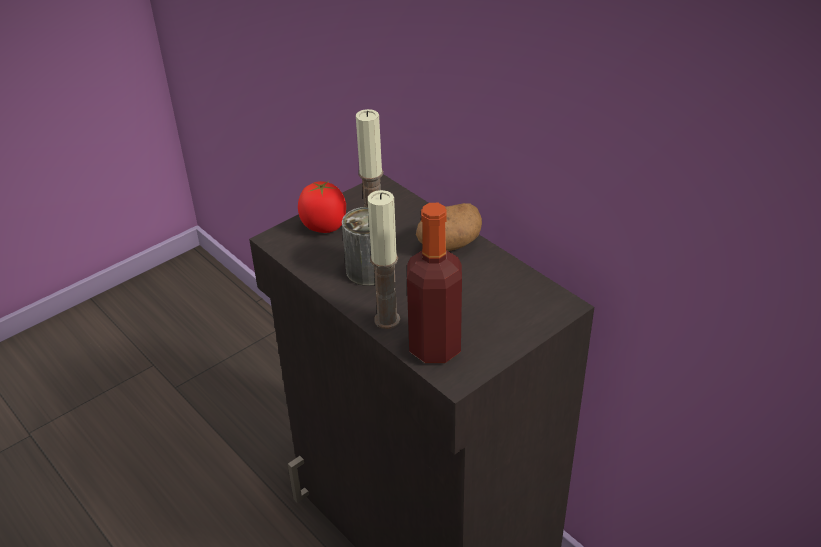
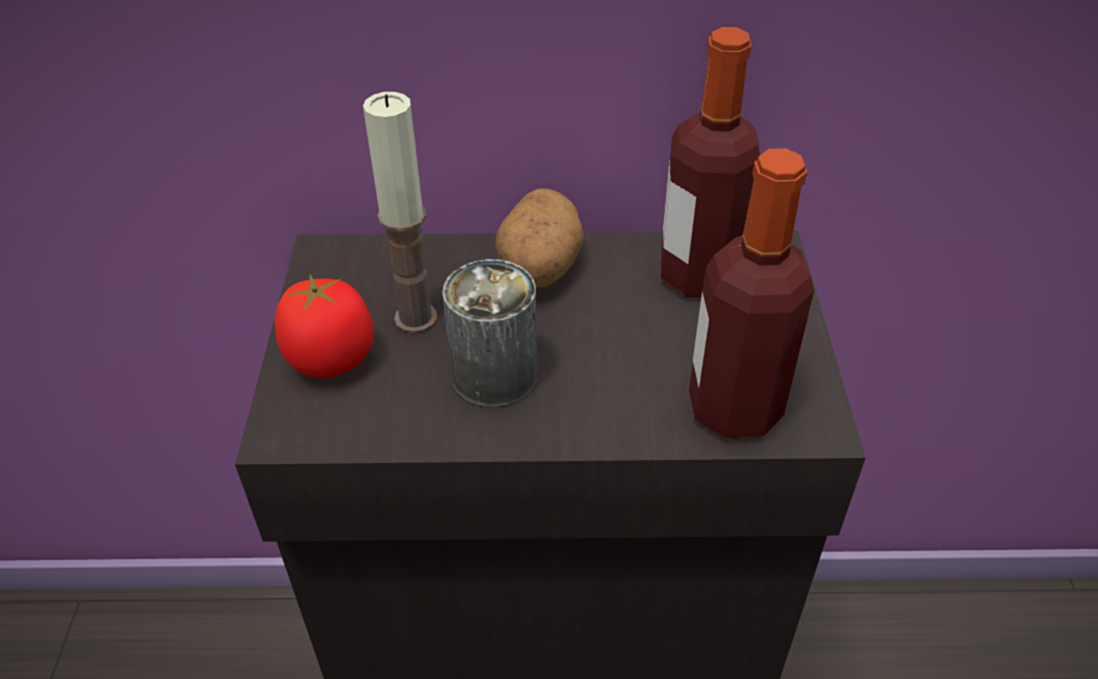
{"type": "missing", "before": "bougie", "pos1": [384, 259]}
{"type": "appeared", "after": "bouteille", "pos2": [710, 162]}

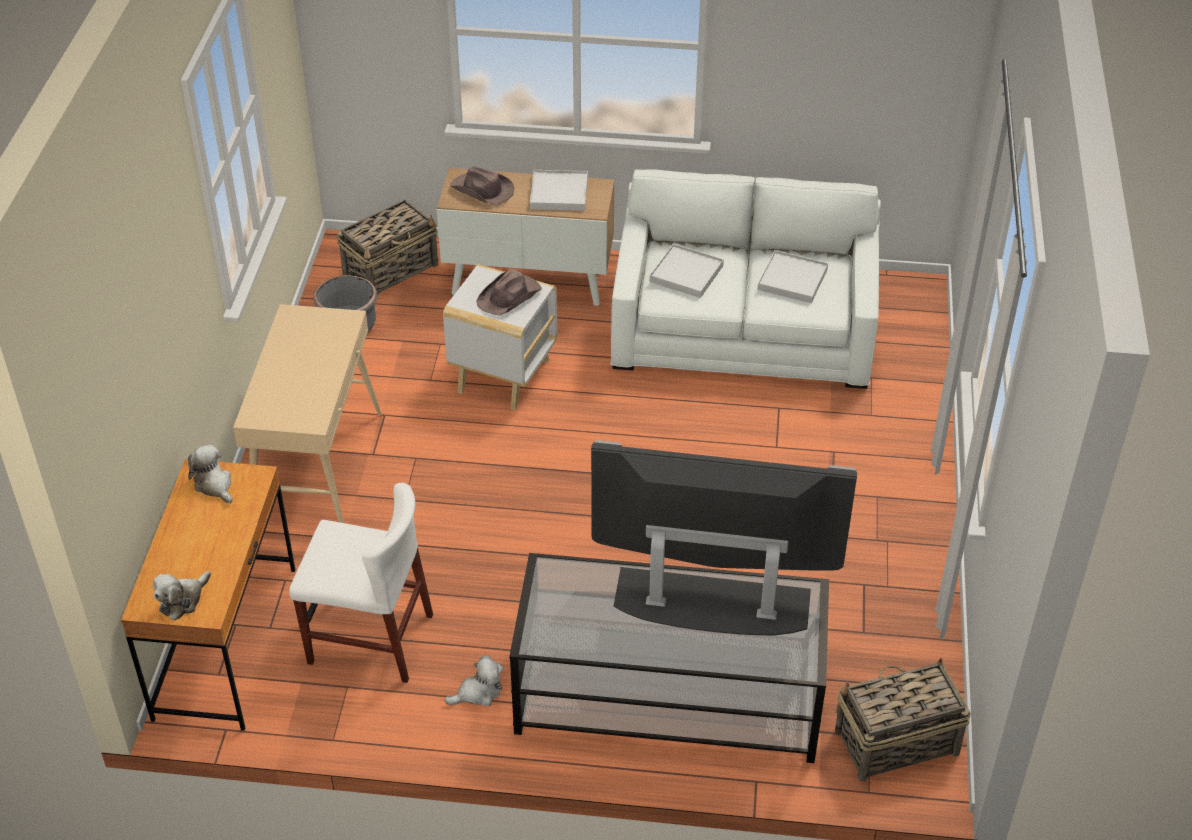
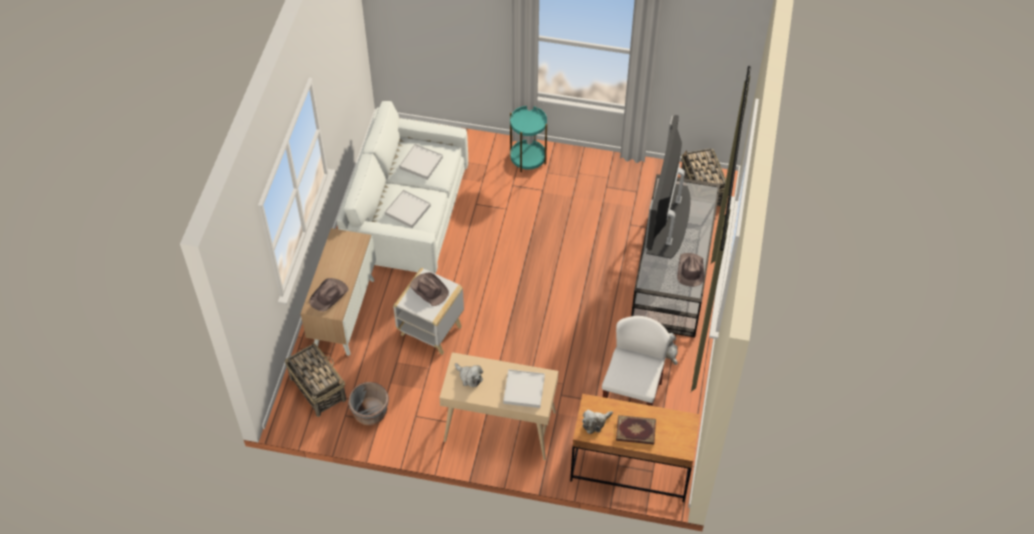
{"type": "appeared", "after": "table d'appoint [turquoise]", "pos2": [528, 139]}
{"type": "appeared", "after": "livre", "pos2": [636, 429]}
{"type": "appeared", "after": "chapeau [marron]", "pos2": [690, 270]}
{"type": "relocated", "before": "peluche", "pos1": [182, 595], "pos2": [469, 375]}
{"type": "relocated", "before": "plateau [blanc]", "pos1": [559, 190], "pos2": [524, 388]}

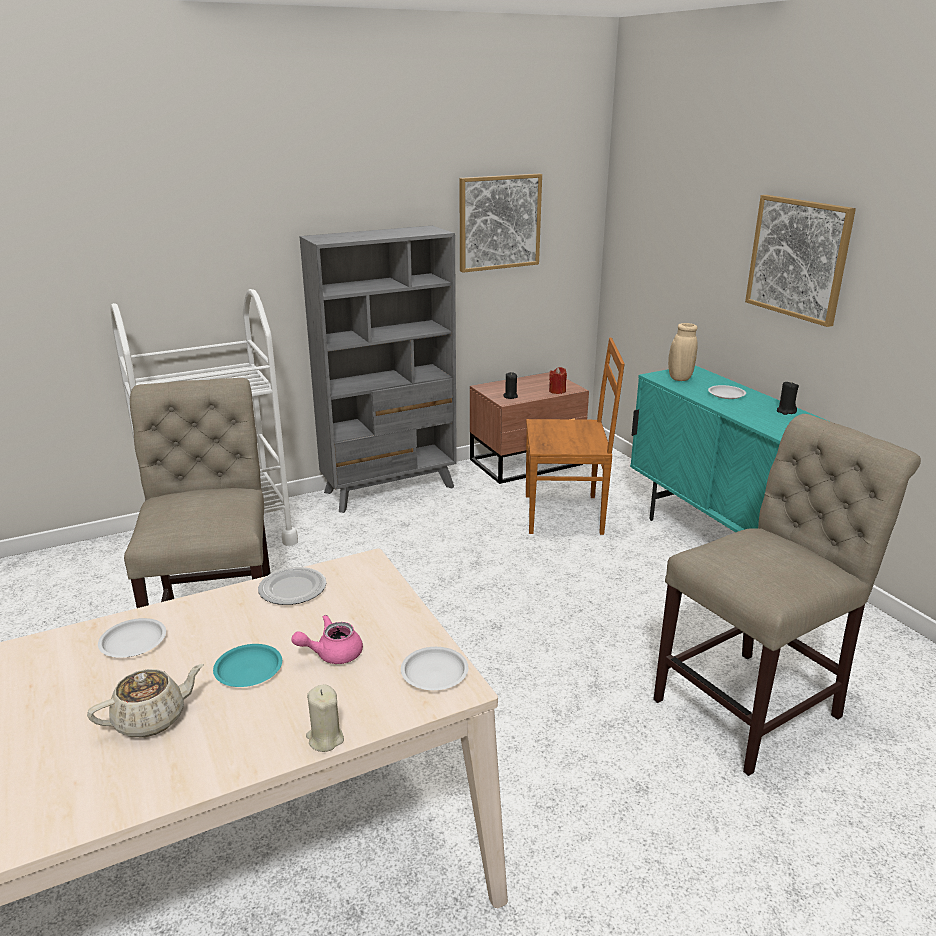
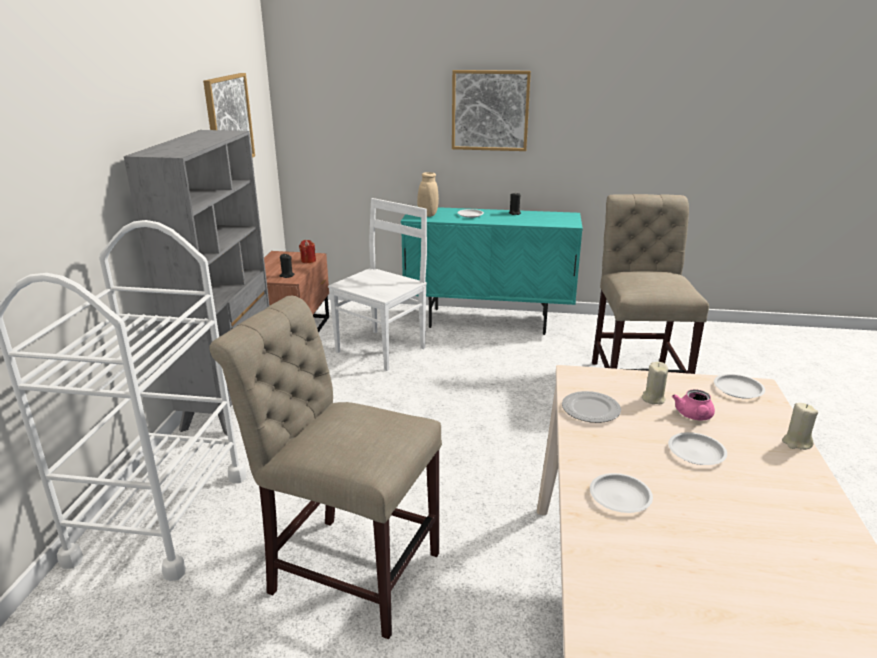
{"type": "missing", "before": "théière [beige]", "pos1": [145, 700]}
{"type": "appeared", "after": "bougie [beige]", "pos2": [655, 383]}
{"type": "colour", "before": "assiette [turquoise]", "after": "assiette [blanc]", "pos1": [247, 665], "pos2": [697, 448]}
{"type": "colour", "before": "chaise [marron]", "after": "chaise [blanc]", "pos1": [575, 436], "pos2": [377, 284]}

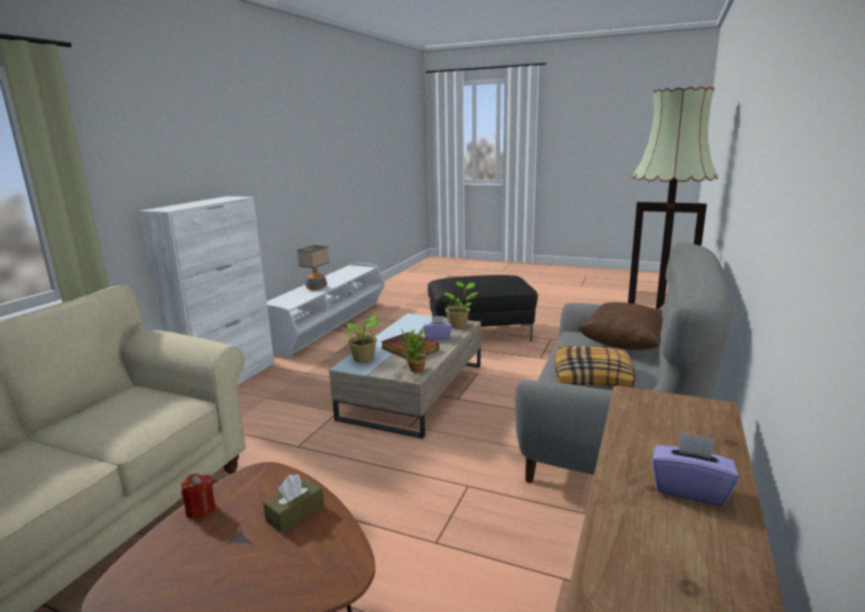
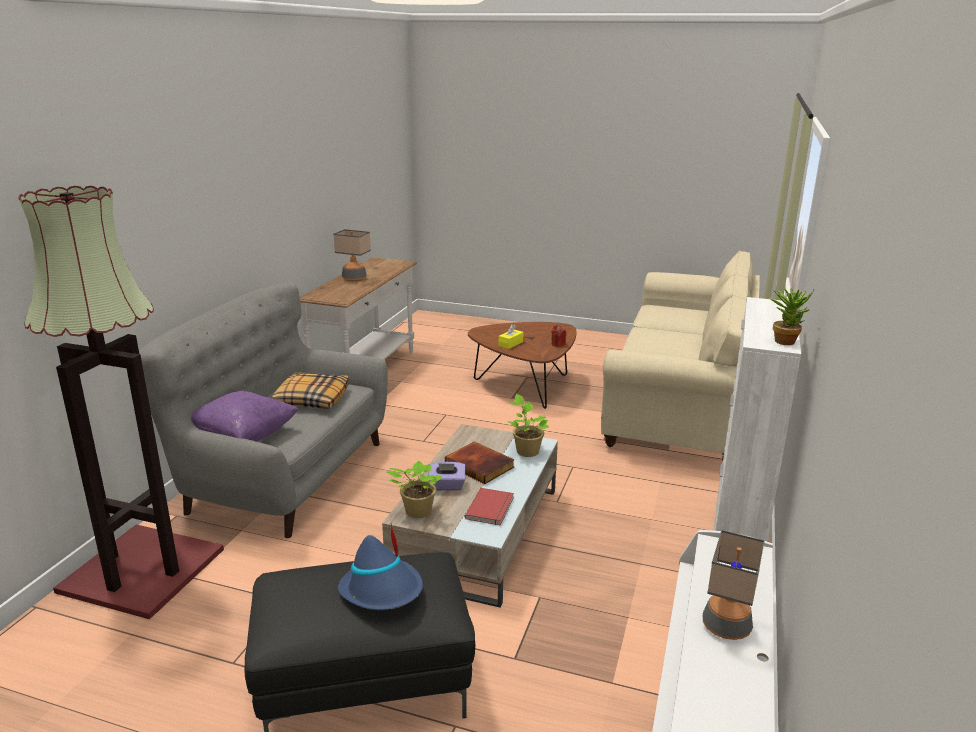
{"type": "appeared", "after": "chapeau [bleu]", "pos2": [380, 566]}
{"type": "appeared", "after": "livre [rouge]", "pos2": [489, 506]}
{"type": "relocated", "before": "plante en pot", "pos1": [413, 349], "pos2": [792, 316]}
{"type": "exchanged", "before": "boîte à mouchoirs [violet]", "after": "lampe de table", "pos1": [695, 469], "pos2": [352, 255]}
{"type": "colour", "before": "boîte à mouchoirs [marron]", "after": "boîte à mouchoirs [jaune]", "pos1": [293, 503], "pos2": [511, 336]}
{"type": "colour", "before": "coussin [marron]", "after": "coussin [violet]", "pos1": [620, 326], "pos2": [245, 416]}

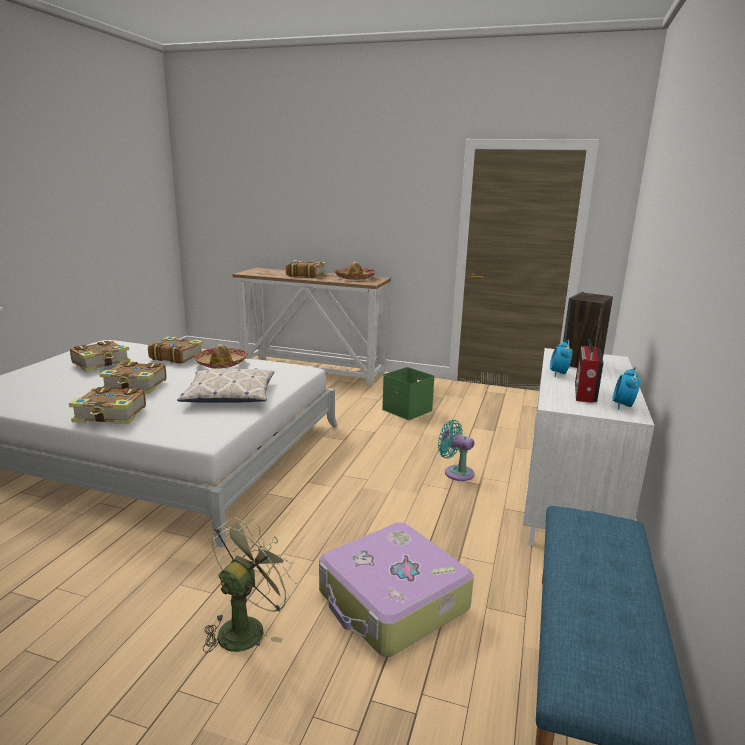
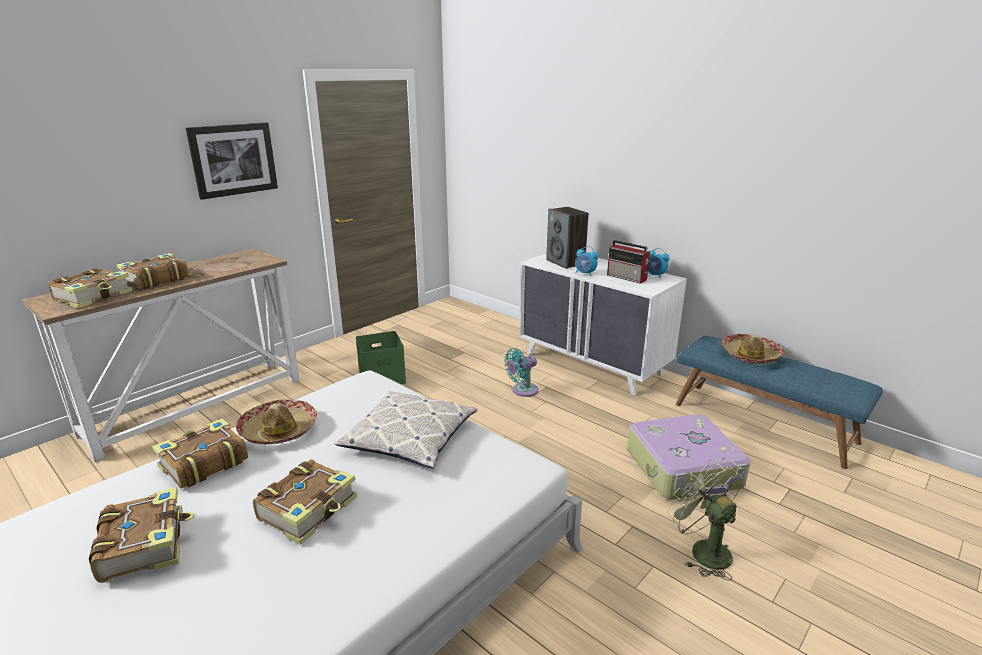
{"type": "appeared", "after": "tableau", "pos2": [232, 161]}
{"type": "relocated", "before": "livre", "pos1": [107, 405], "pos2": [90, 288]}
{"type": "relocated", "before": "chapeau", "pos1": [355, 271], "pos2": [753, 349]}

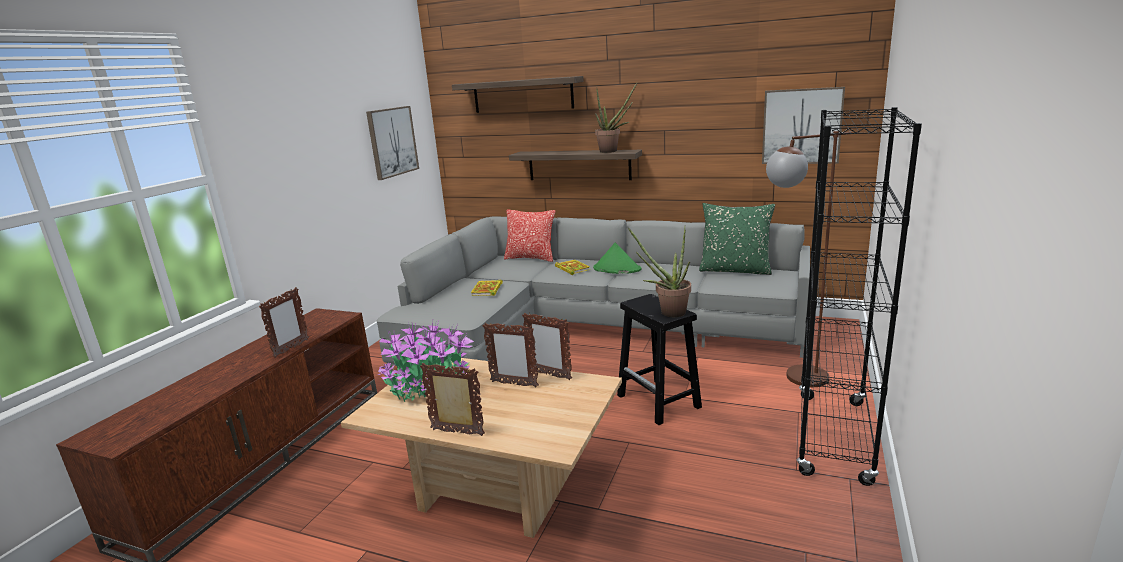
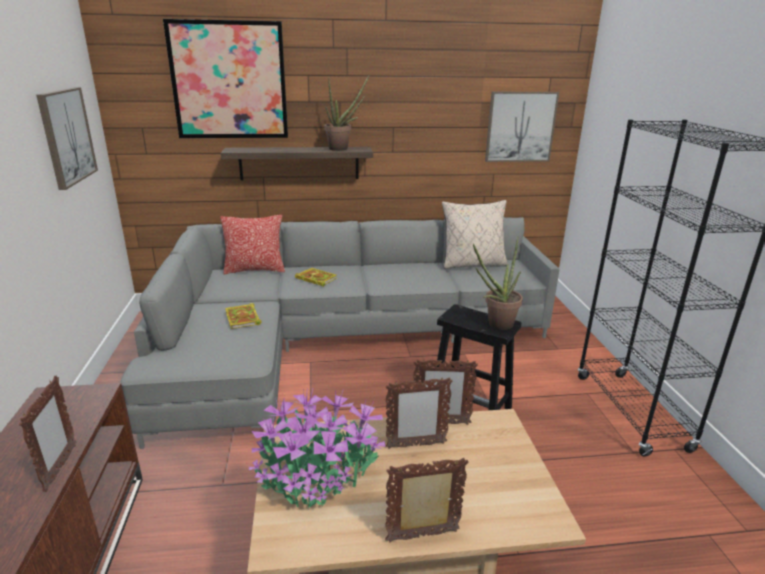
{"type": "missing", "before": "chapeau [vert]", "pos1": [617, 258]}
{"type": "missing", "before": "lampadaire [marron]", "pos1": [809, 259]}
{"type": "exchanged", "before": "étagère", "after": "tableau", "pos1": [518, 94], "pos2": [225, 78]}
{"type": "colour", "before": "coussin [vert]", "after": "coussin [beige]", "pos1": [737, 239], "pos2": [475, 234]}

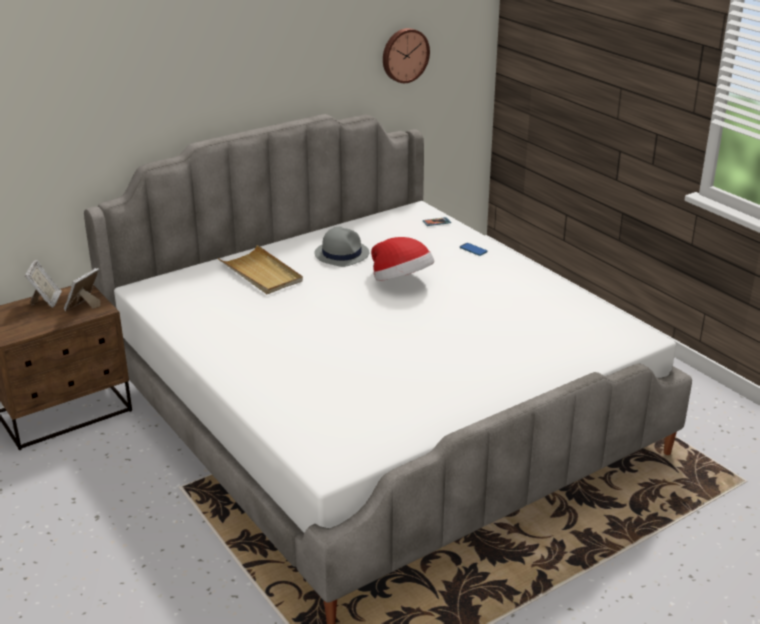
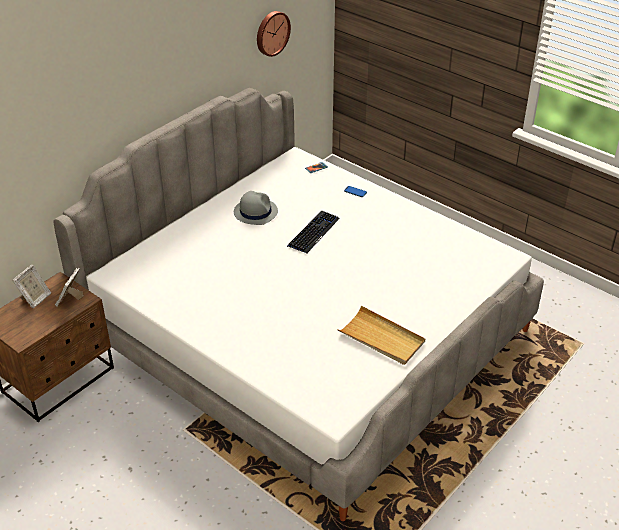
{"type": "relocated", "before": "plateau [beige]", "pos1": [260, 269], "pos2": [381, 335]}
{"type": "exchanged", "before": "chapeau", "after": "clavier", "pos1": [402, 259], "pos2": [313, 232]}
{"type": "spun", "before": "cadre photo", "pos1": [43, 284], "pos2": [31, 286], "turn": 45}

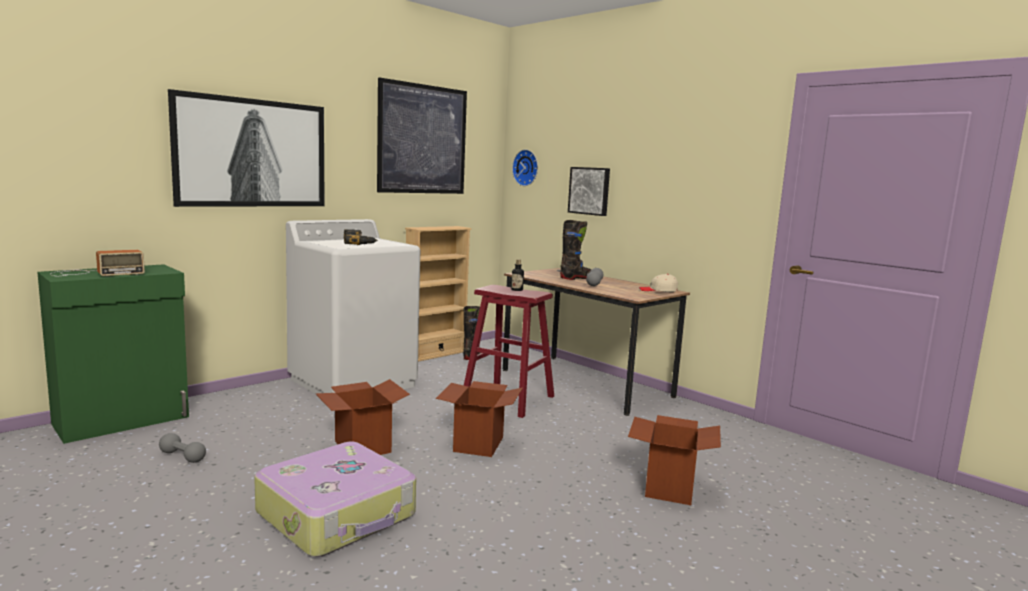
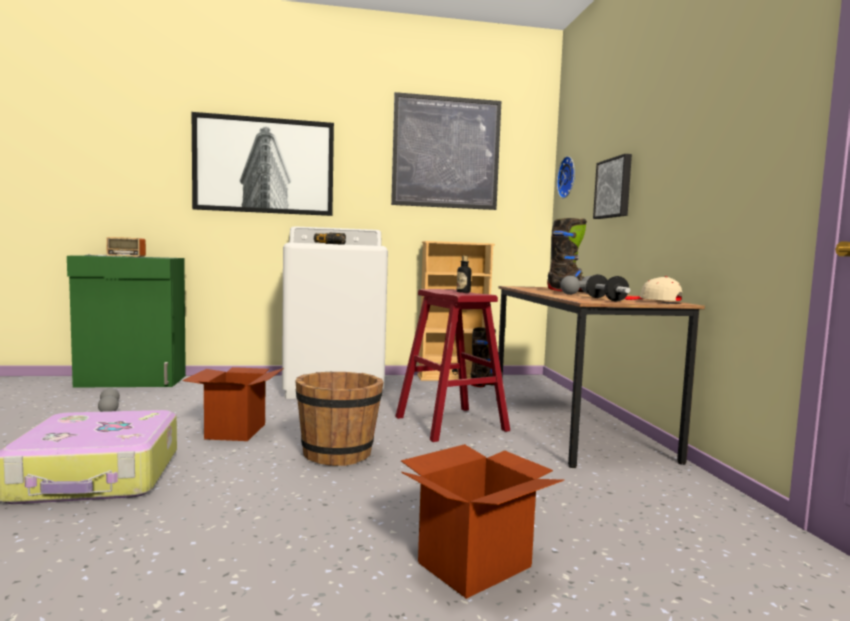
{"type": "appeared", "after": "haltère", "pos2": [608, 288]}
{"type": "exchanged", "before": "carton", "after": "seau [marron]", "pos1": [479, 419], "pos2": [339, 419]}

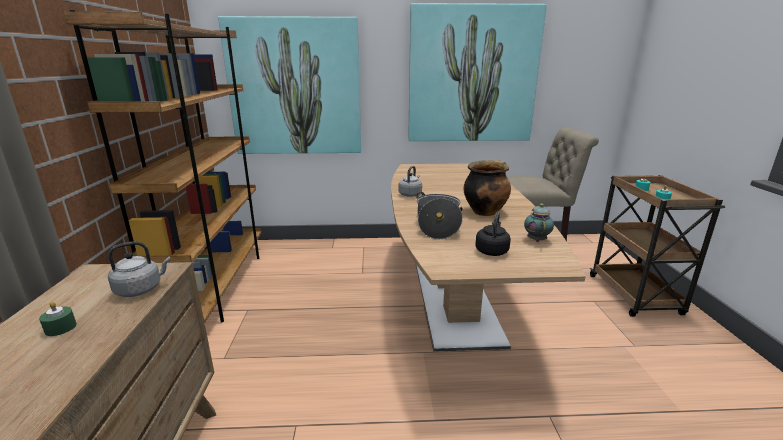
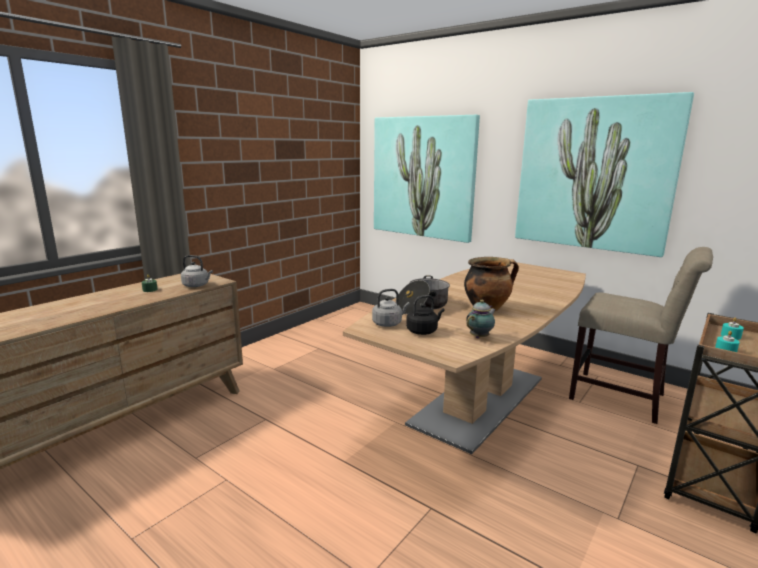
{"type": "missing", "before": "bibliothèque [marron]", "pos1": [162, 166]}
{"type": "relocated", "before": "bouilloire [gris]", "pos1": [410, 181], "pos2": [391, 308]}

